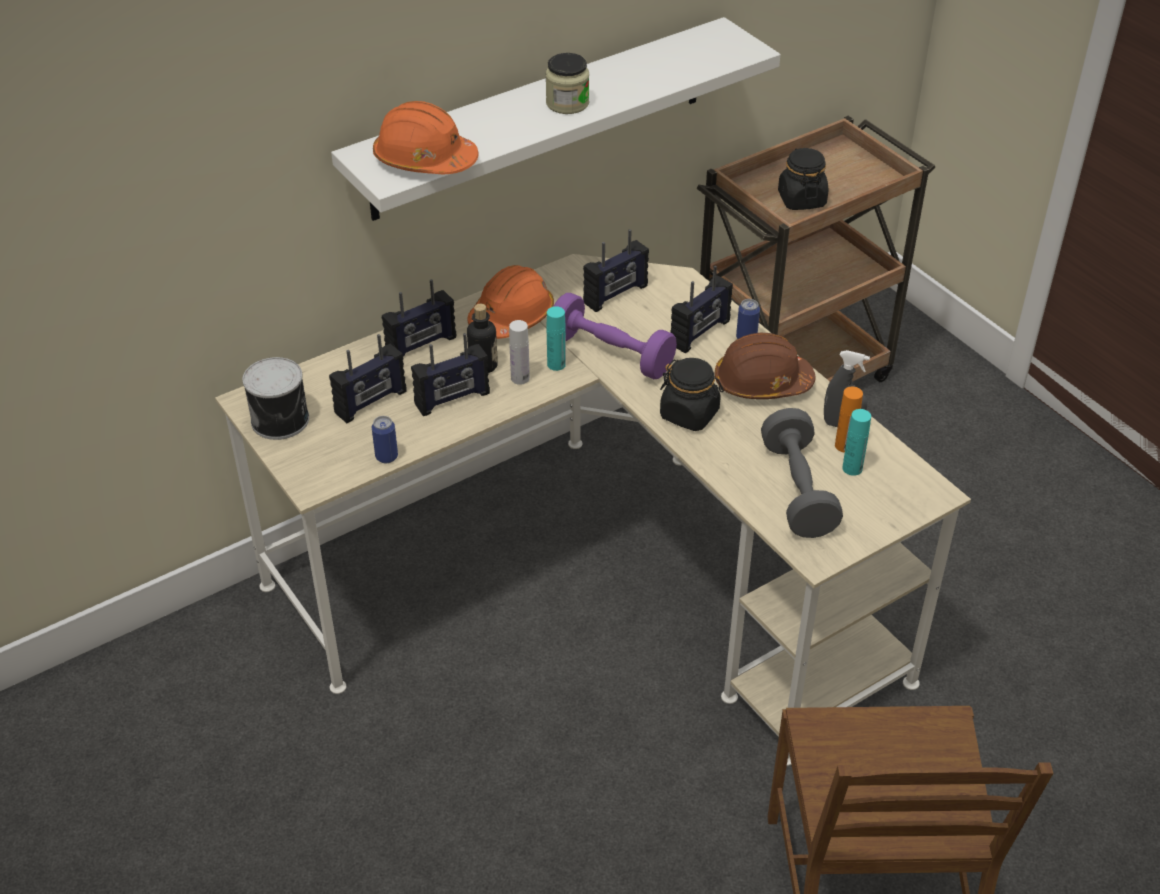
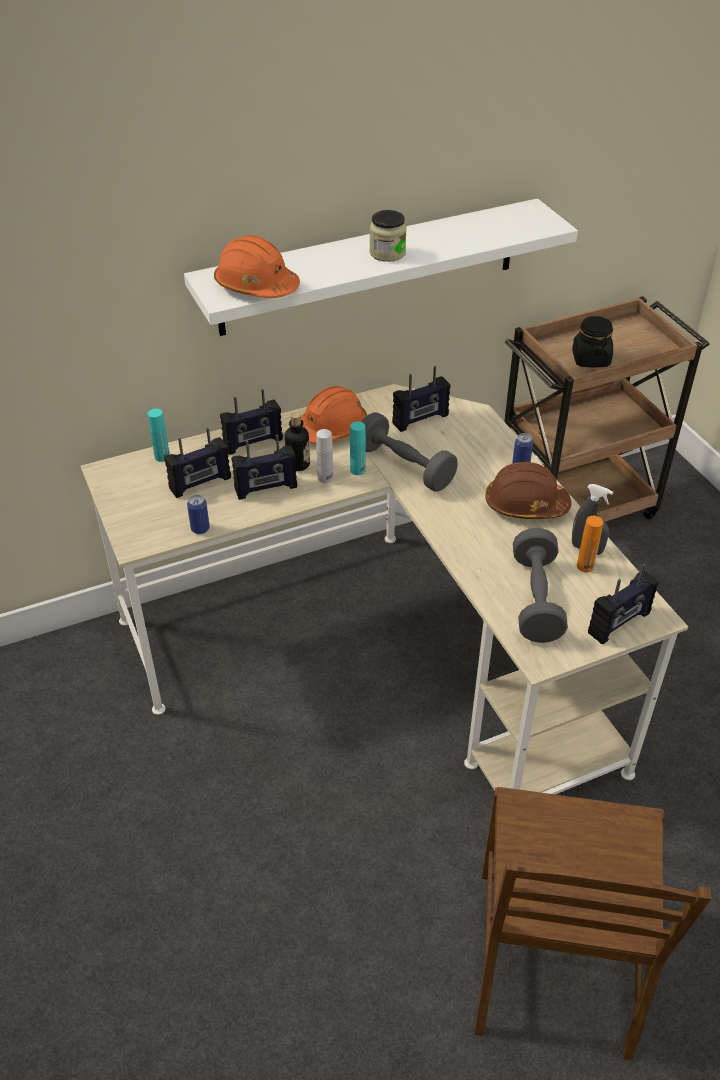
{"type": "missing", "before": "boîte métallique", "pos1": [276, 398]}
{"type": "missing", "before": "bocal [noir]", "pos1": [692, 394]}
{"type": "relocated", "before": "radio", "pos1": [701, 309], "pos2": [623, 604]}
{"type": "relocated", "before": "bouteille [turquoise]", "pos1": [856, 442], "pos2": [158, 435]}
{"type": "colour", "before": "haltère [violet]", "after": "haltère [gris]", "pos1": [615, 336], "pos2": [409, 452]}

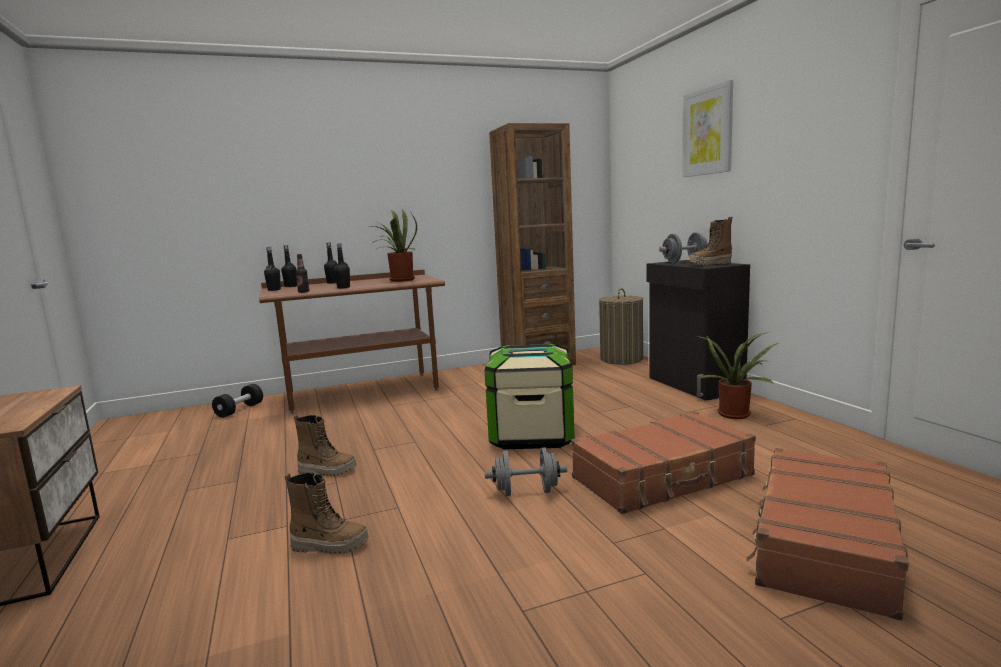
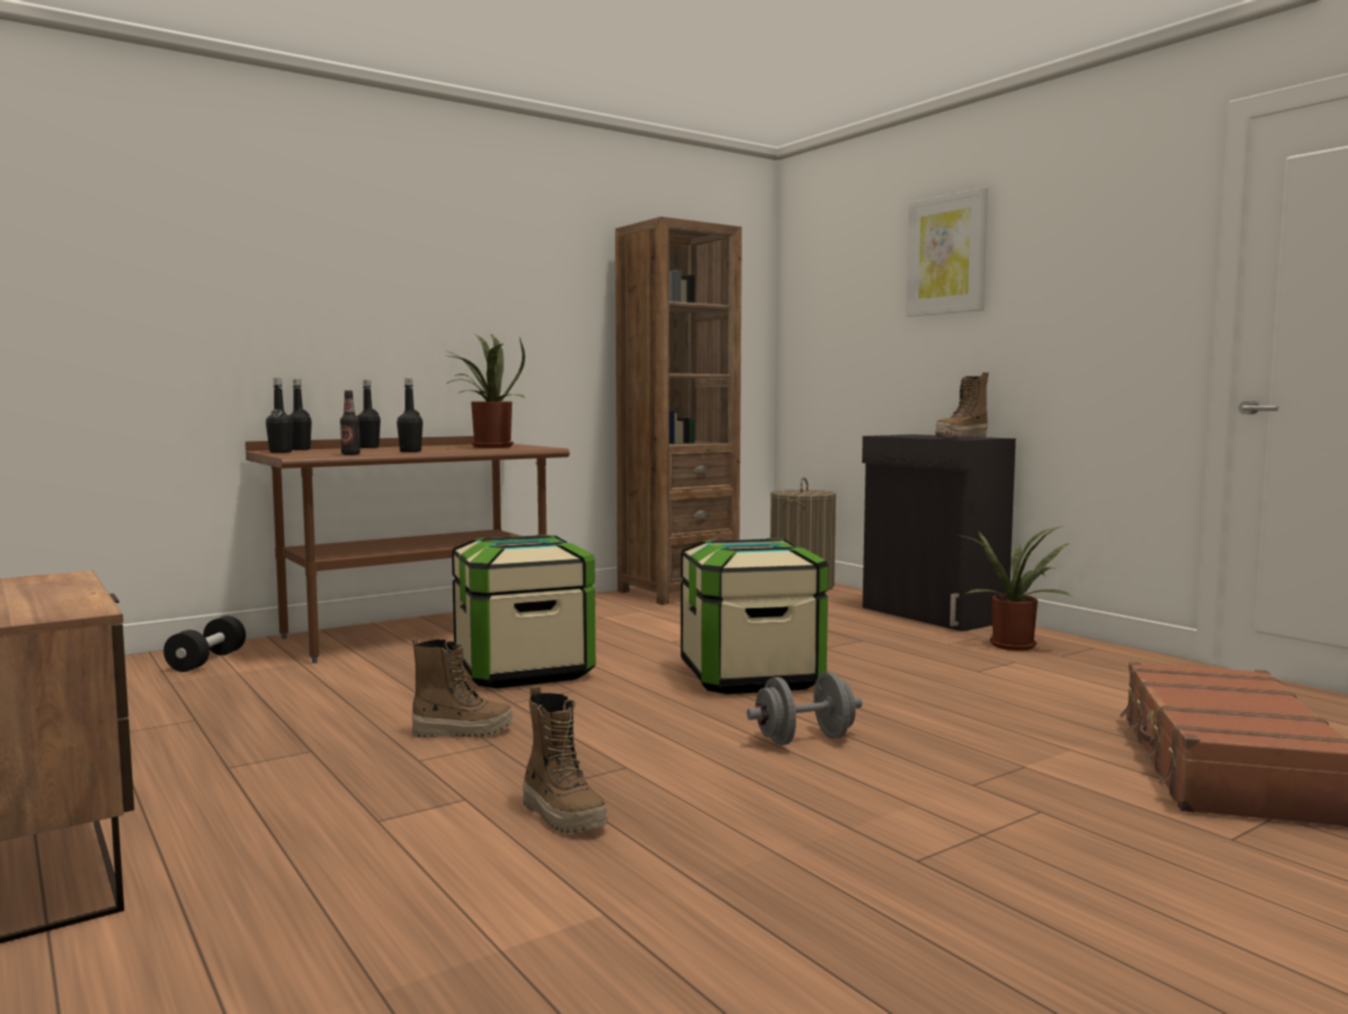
{"type": "missing", "before": "valise [marron]", "pos1": [663, 462]}
{"type": "missing", "before": "haltère [gris]", "pos1": [683, 247]}
{"type": "appeared", "after": "boîte de rangement", "pos2": [524, 611]}
{"type": "spun", "before": "botte", "pos1": [327, 513], "pos2": [564, 759], "turn": 60}

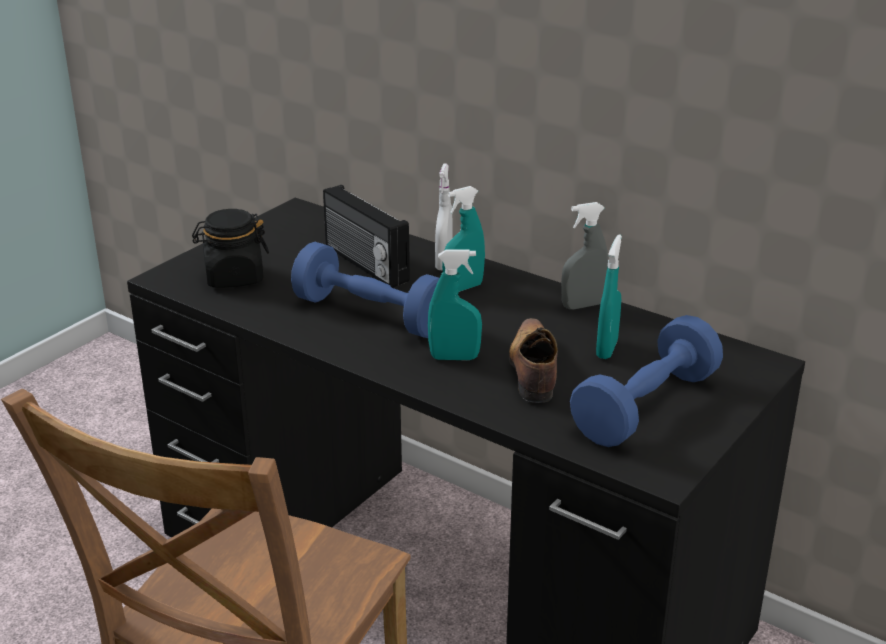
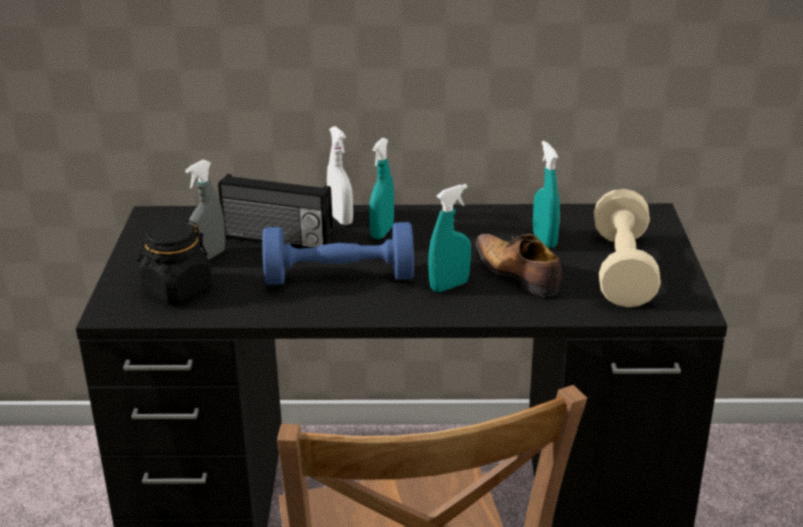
{"type": "relocated", "before": "vaporisateur [gris]", "pos1": [584, 255], "pos2": [205, 210]}
{"type": "colour", "before": "haltère [bleu]", "after": "haltère [beige]", "pos1": [646, 381], "pos2": [627, 248]}

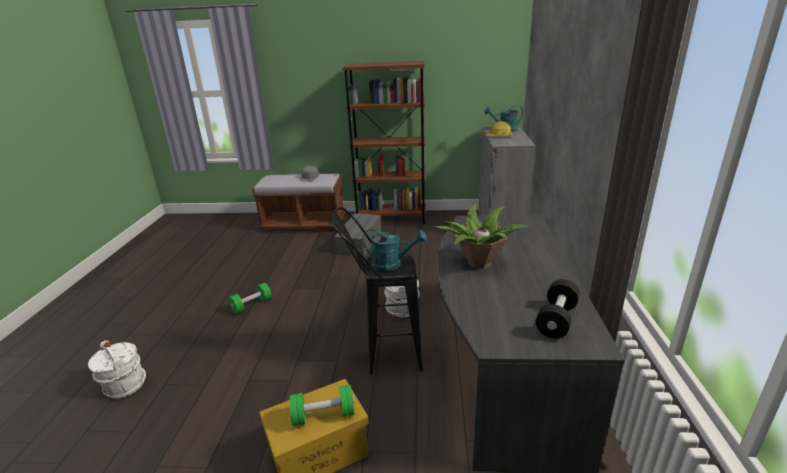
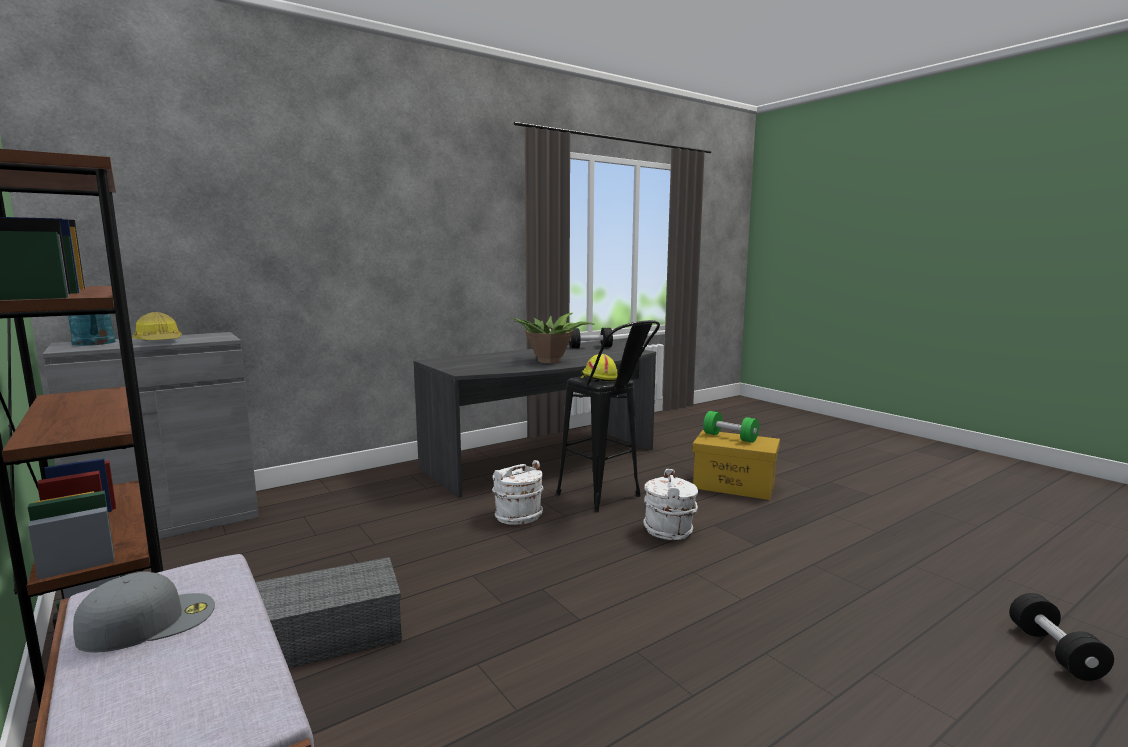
{"type": "missing", "before": "haltère [vert]", "pos1": [250, 298]}
{"type": "appeared", "after": "haltère [noir]", "pos2": [1061, 637]}
{"type": "relocated", "before": "seau [blanc]", "pos1": [117, 369], "pos2": [670, 504]}
{"type": "exchanged", "before": "arrosoir [turquoise]", "after": "casque de chantier [jaune]", "pos1": [394, 250], "pos2": [599, 368]}

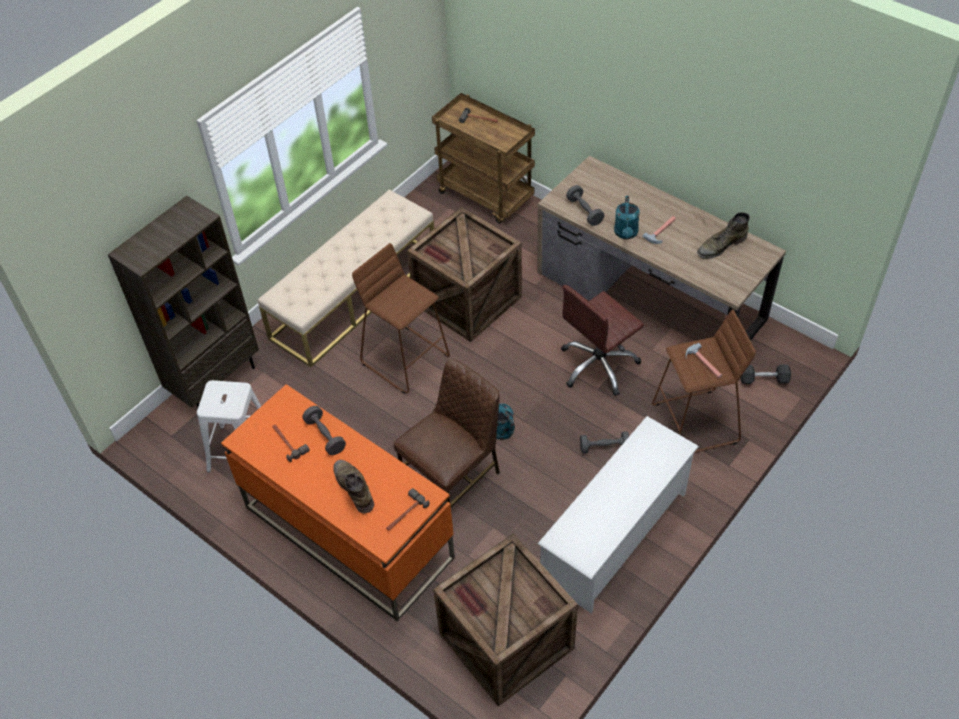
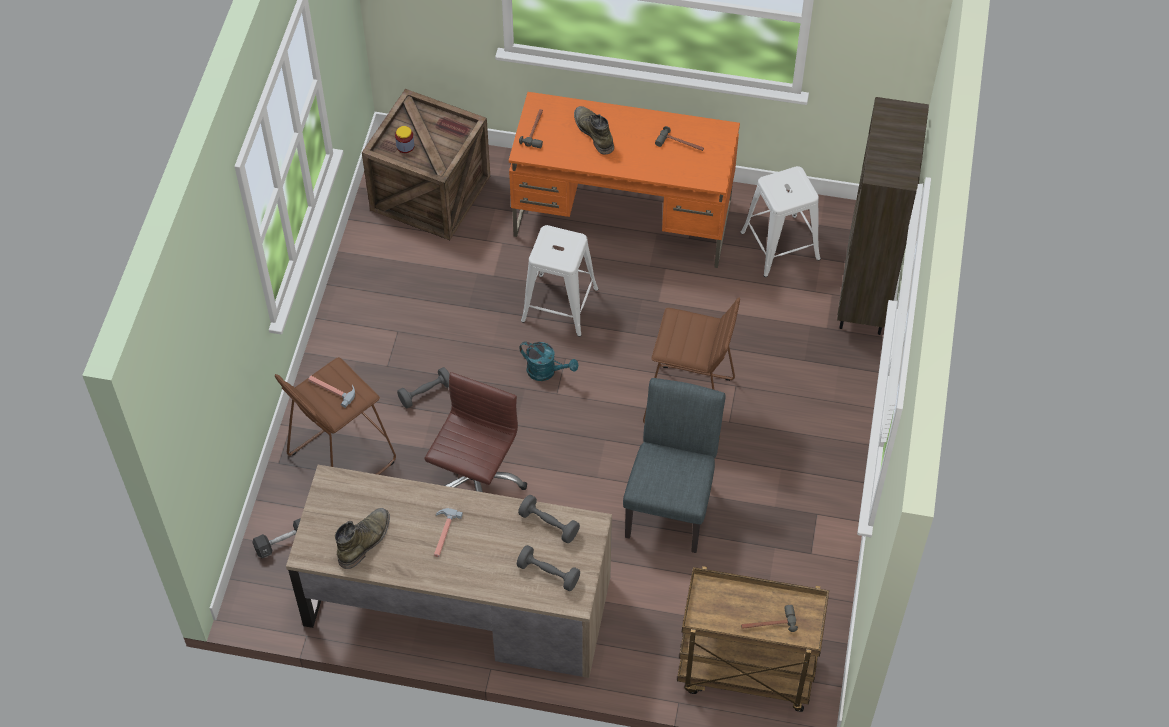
{"type": "missing", "before": "banc [beige]", "pos1": [346, 278]}
{"type": "missing", "before": "étagère à chaussures [blanc]", "pos1": [618, 514]}
{"type": "missing", "before": "arrosoir [turquoise]", "pos1": [627, 217]}
{"type": "appeared", "after": "bocal", "pos2": [404, 139]}
{"type": "relocated", "before": "haltère [gris]", "pos1": [324, 430], "pos2": [548, 568]}
{"type": "exchanged", "before": "chaise [marron]", "after": "tabouret [blanc]", "pos1": [447, 433], "pos2": [559, 281]}
{"type": "exchanged", "before": "caisse", "after": "chaise [gris]", "pos1": [464, 274], "pos2": [674, 465]}
{"type": "spun", "before": "botte [vert]", "pos1": [353, 487], "pos2": [594, 130], "turn": -150}

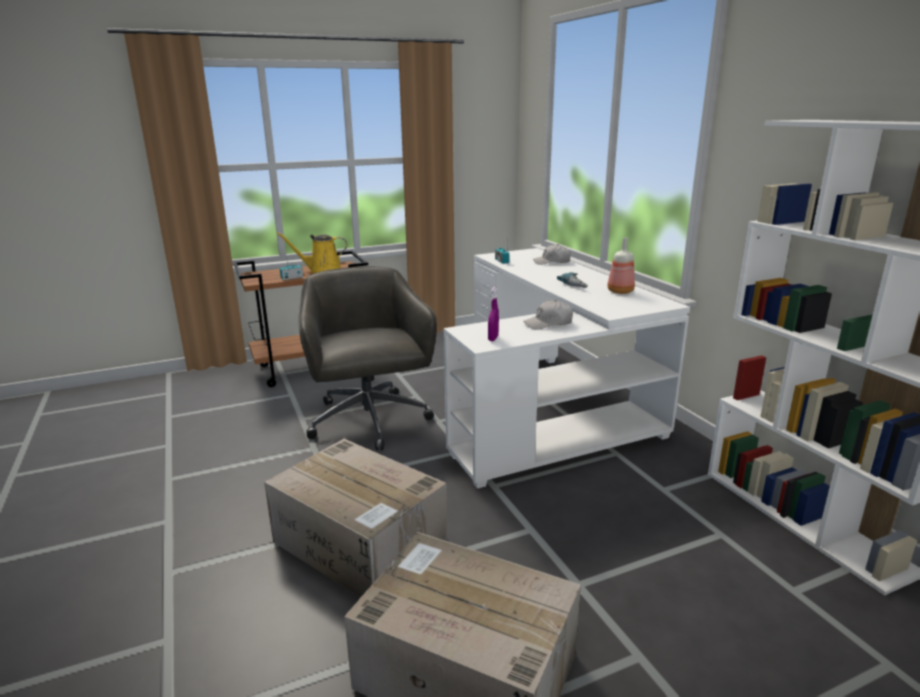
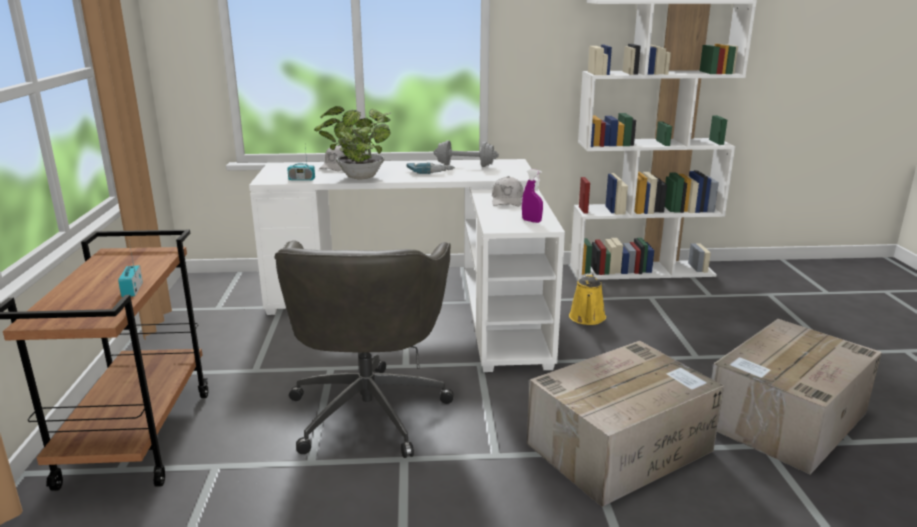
{"type": "appeared", "after": "plante en pot", "pos2": [352, 142]}
{"type": "relocated", "before": "arrosoir [jaune]", "pos1": [312, 252], "pos2": [587, 299]}
{"type": "exchanged", "before": "bouteille", "after": "haltère [gris]", "pos1": [621, 265], "pos2": [466, 153]}
{"type": "spun", "before": "chaise de bureau [gris]", "pos1": [367, 358], "pos2": [364, 349], "turn": -90}

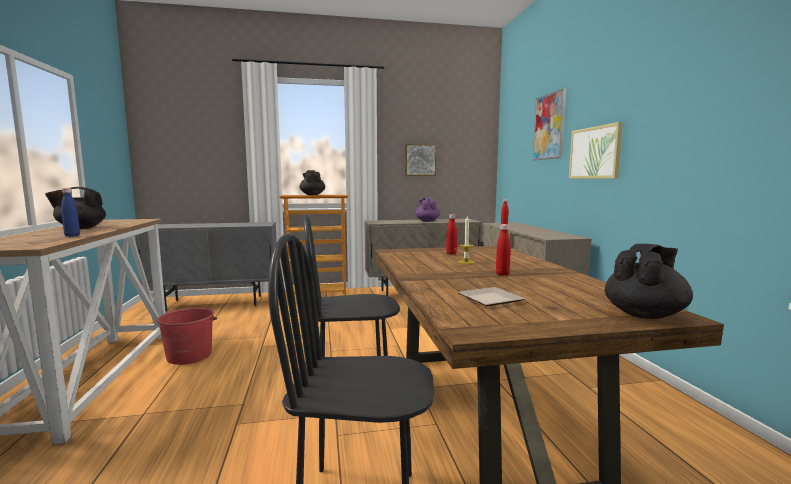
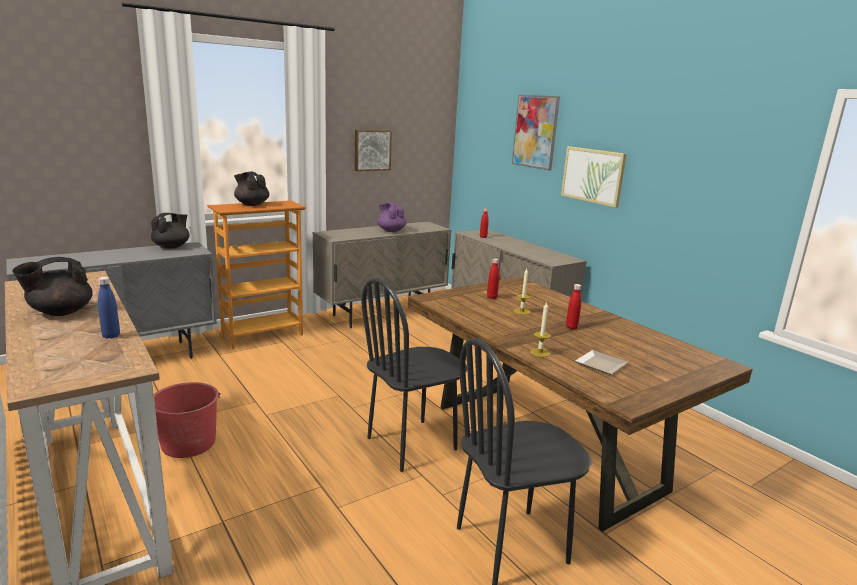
{"type": "appeared", "after": "bougie", "pos2": [540, 329]}
{"type": "relocated", "before": "théière [noir]", "pos1": [649, 281], "pos2": [170, 231]}

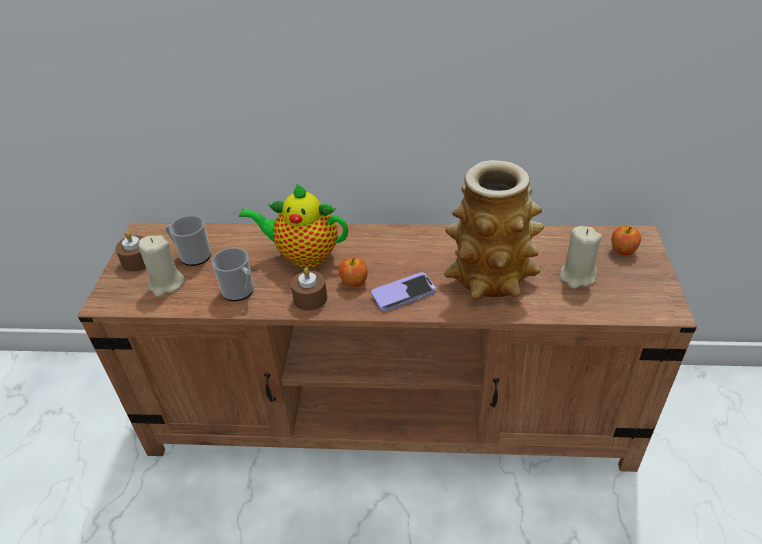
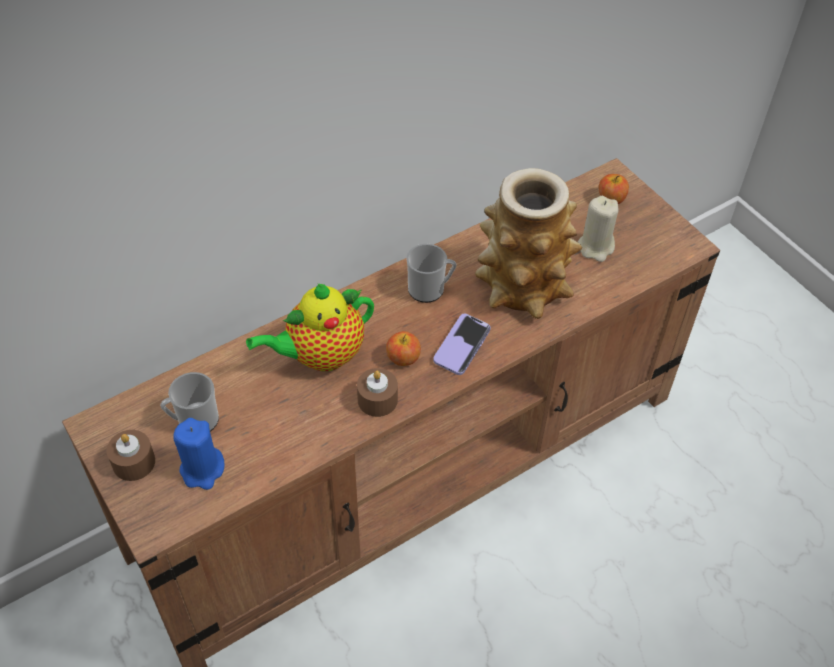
{"type": "relocated", "before": "mug", "pos1": [232, 274], "pos2": [431, 273]}
{"type": "colour", "before": "bougie [beige]", "after": "bougie [bleu]", "pos1": [161, 266], "pos2": [199, 454]}

